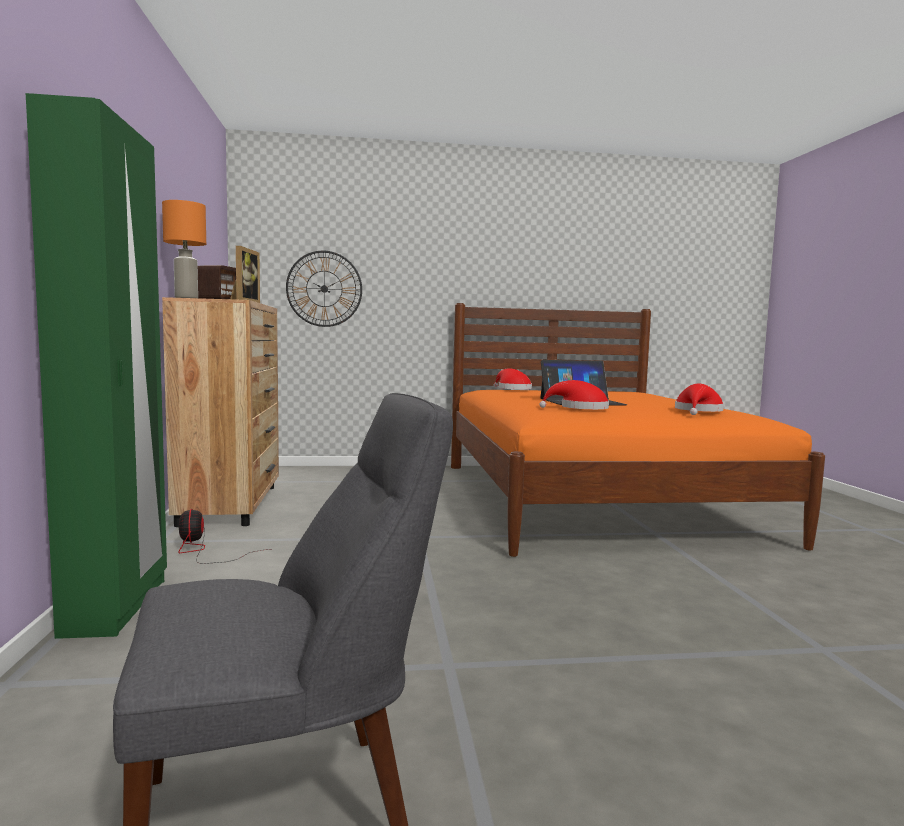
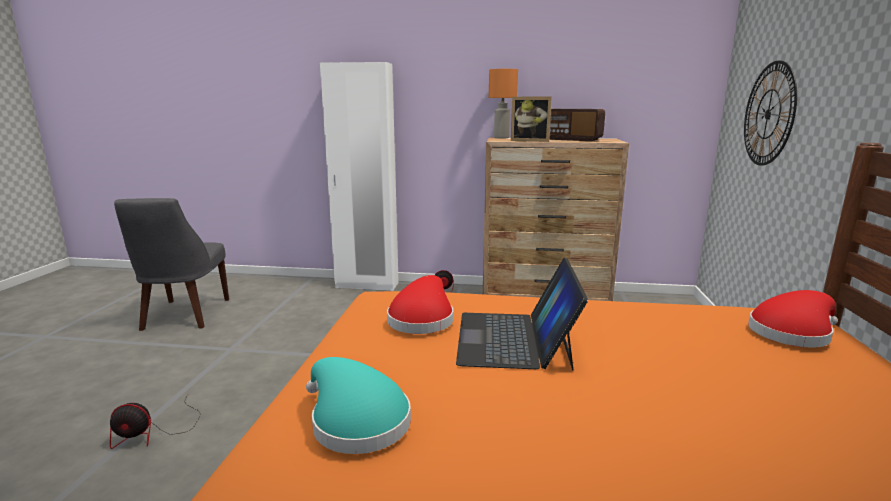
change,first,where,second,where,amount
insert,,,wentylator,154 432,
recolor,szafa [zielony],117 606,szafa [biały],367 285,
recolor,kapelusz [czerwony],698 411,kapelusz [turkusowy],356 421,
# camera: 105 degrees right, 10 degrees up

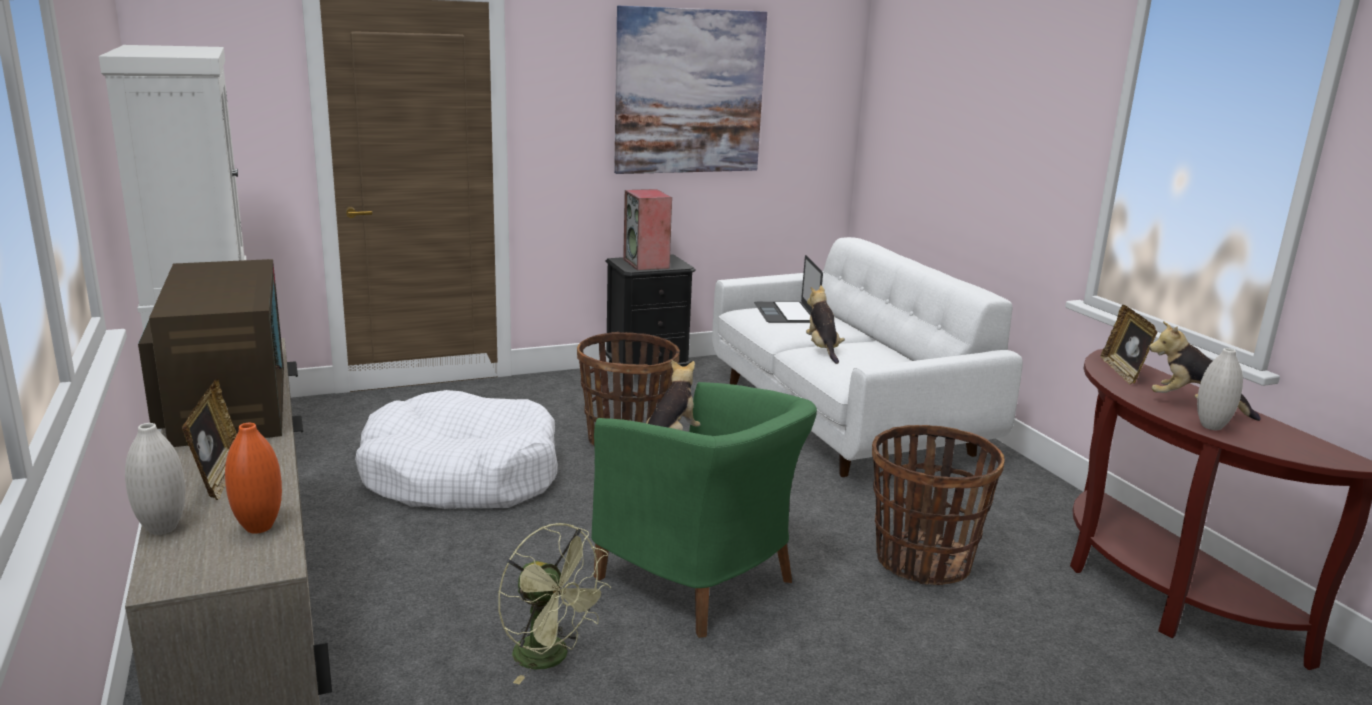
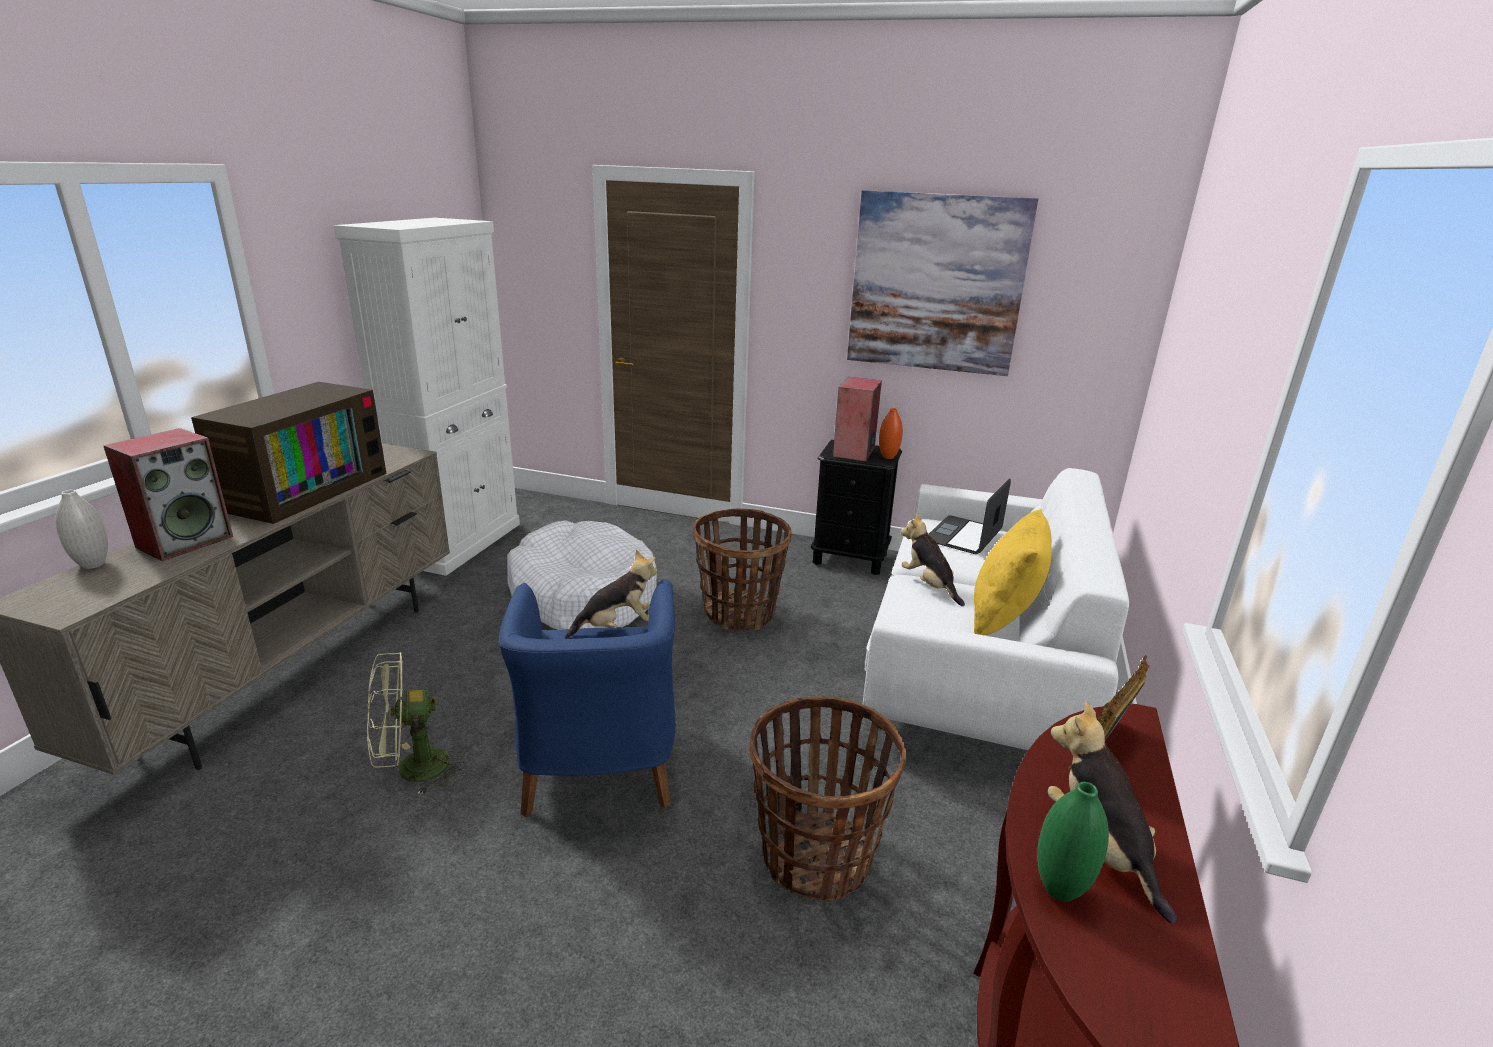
change,first,where,second,where,amount
insert,,,poduszka [żółty],1003 616,
move,wazon [pomarańczowy],259 527,,888 457,
replace,ramka na zdjęcie,218 478,głośnik,185 541,
recolor,fotel [zielony],701 582,fotel [niebieski],598 766,
recolor,wazon [biały],1211 427,wazon [zielony],1059 889,
rotate,wentylator [zielony],551 658,,412 770,75 degrees clockwise
rotate,pluszak,822 349,,929 585,60 degrees counterclockwise
# camera: 40 degrees right, 5 degrees up

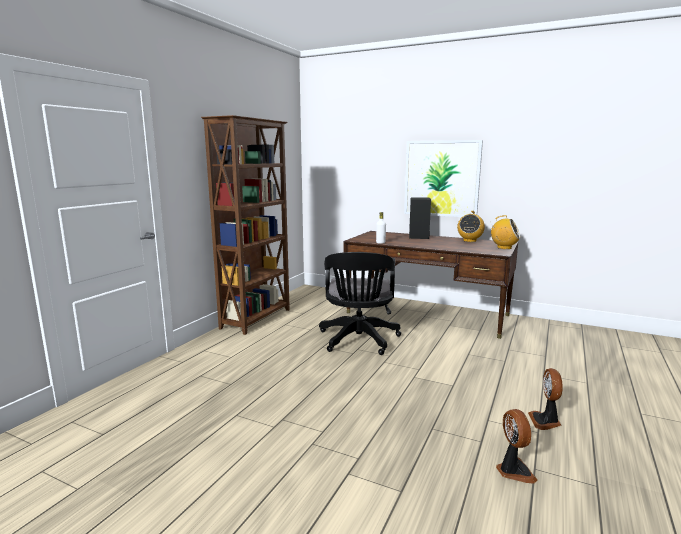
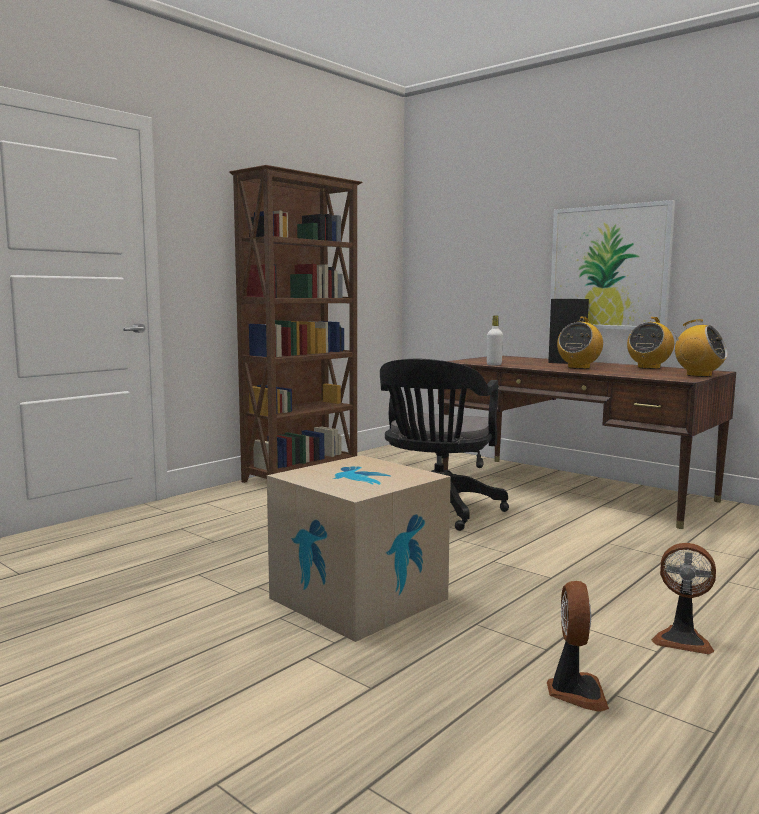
change,first,where,second,where,amount
insert,,,karton,358 598,
insert,,,radio,578 367,
rotate,wentylator,545 421,,682 639,90 degrees counterclockwise
# camera: 15 degrees right, 5 degrees down

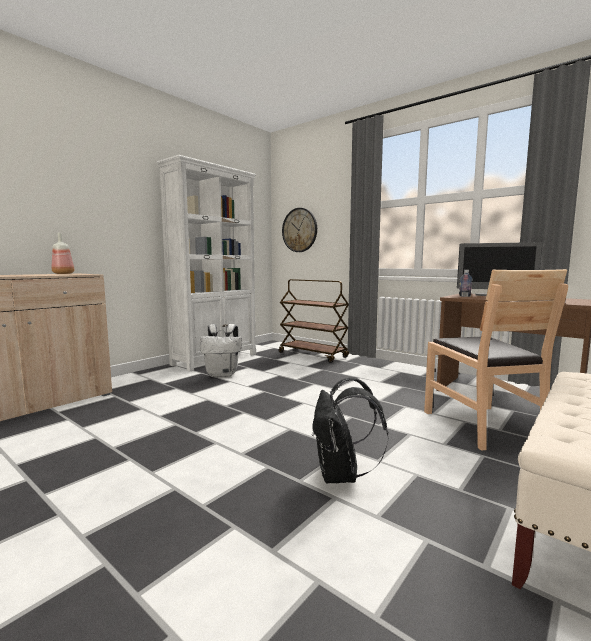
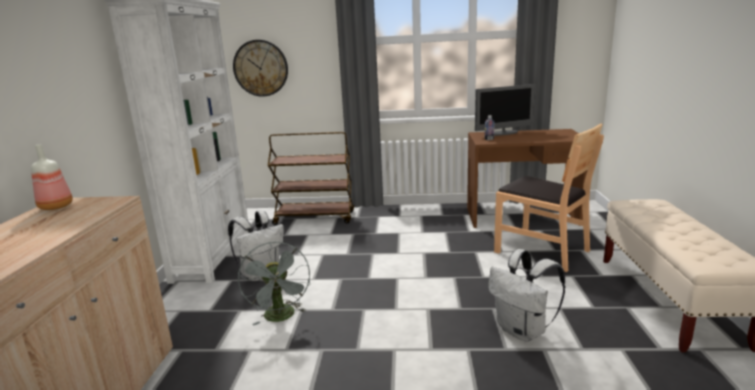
change,first,where,second,where,amount
insert,,,wentylator [szary],281 317,
recolor,plecak [czarny],341 475,plecak [biały],523 331,
# camera: 35 degrees left, 10 degrees up

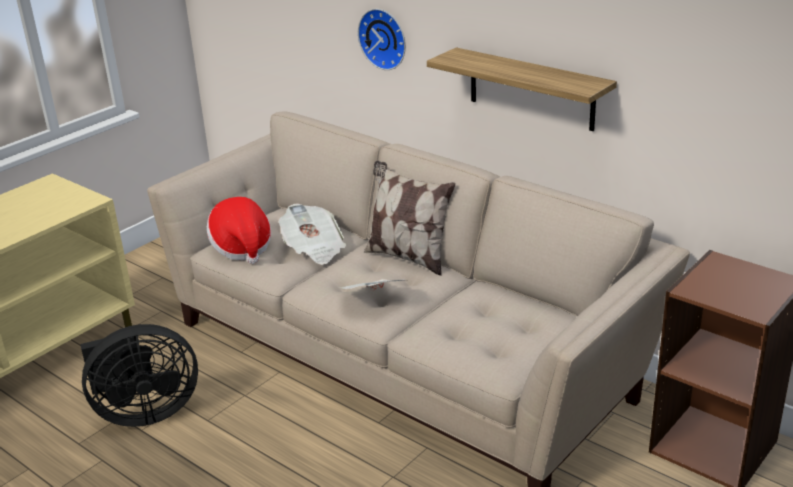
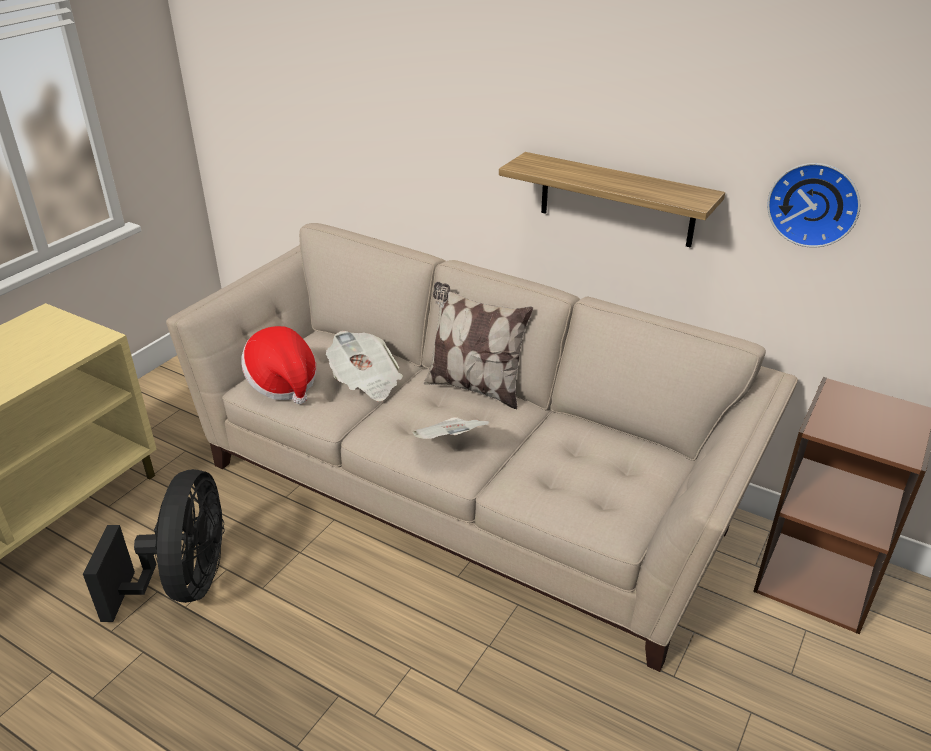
change,first,where,second,where,amount
move,zegar ścienny,384 38,,814 203,
rotate,wentylator [czarny],144 412,,185 583,60 degrees counterclockwise
# camera: 10 degrees left, 5 degrees up

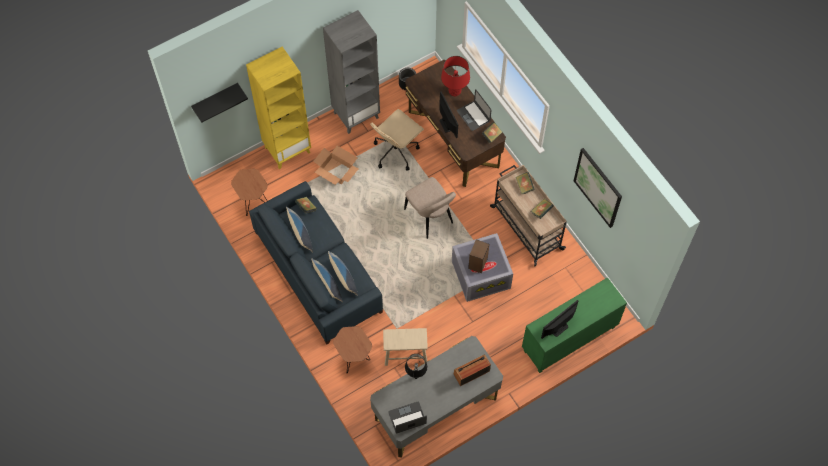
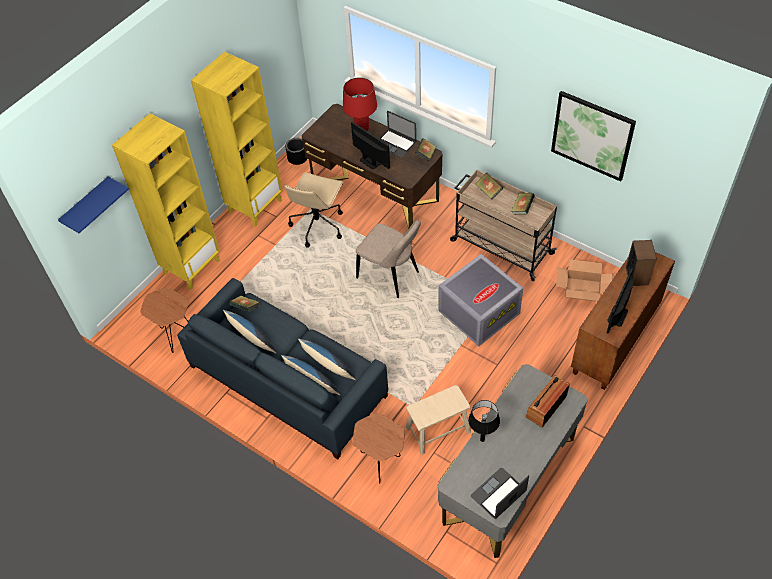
change,first,where,second,where,amount
move,karton,336 171,,582 289,
move,głośnik,478 263,,637 276,
recolor,półka [czarny],215 99,półka [niebieski],87 206,
recolor,regał [szary],356 115,regał [żółty],255 206,
recolor,szafka [zielony],569 340,szafka [brązowy],615 341,
# camera: 20 degrees left, 10 degrees down

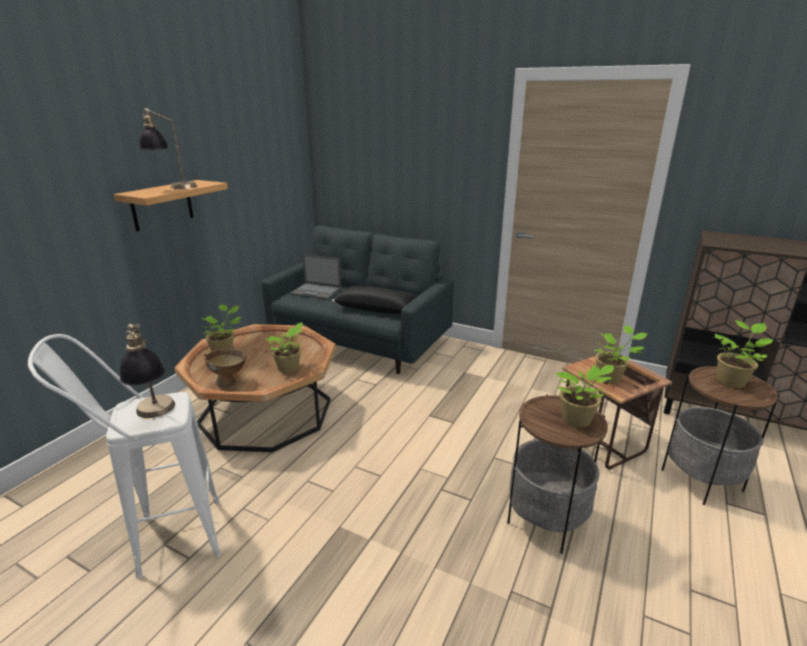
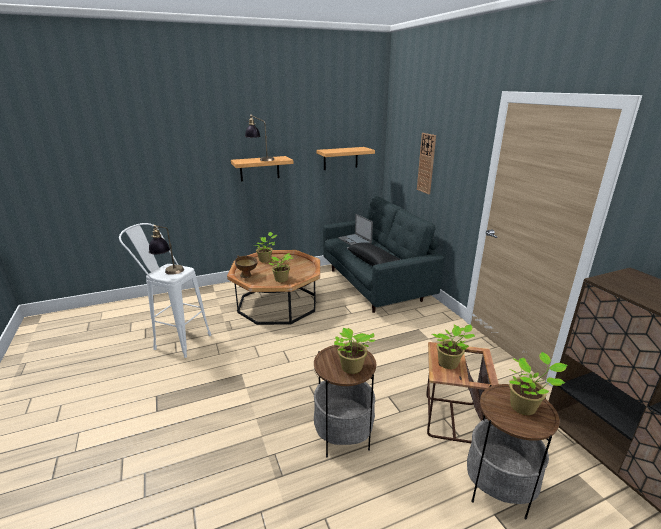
change,first,where,second,where,amount
insert,,,półka,340 158,
insert,,,zegar ścienny,426 163,
# camera: 40 degrees right, 0 degrees up

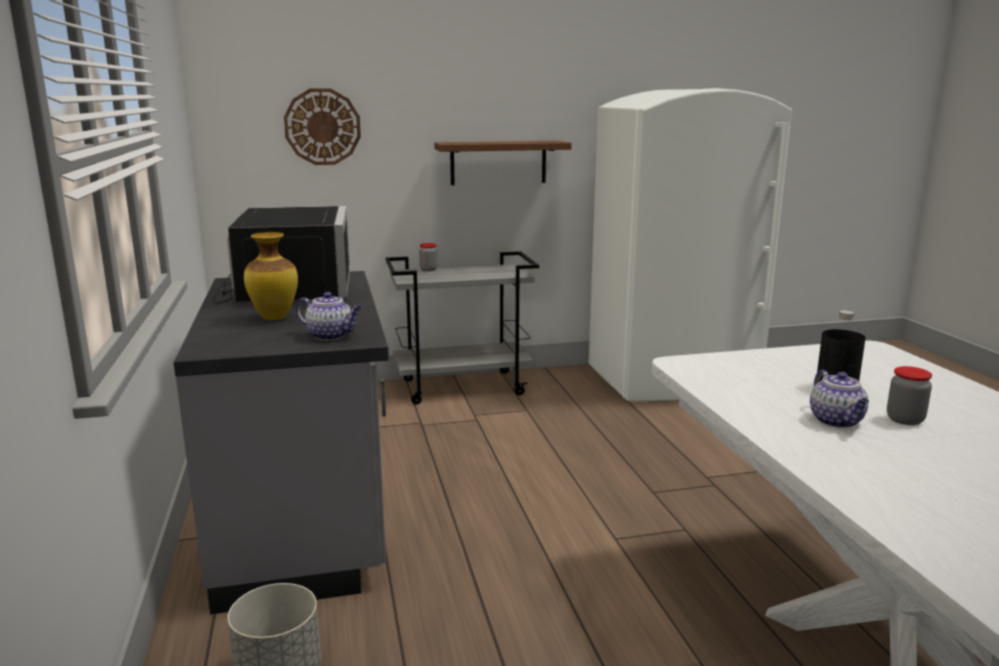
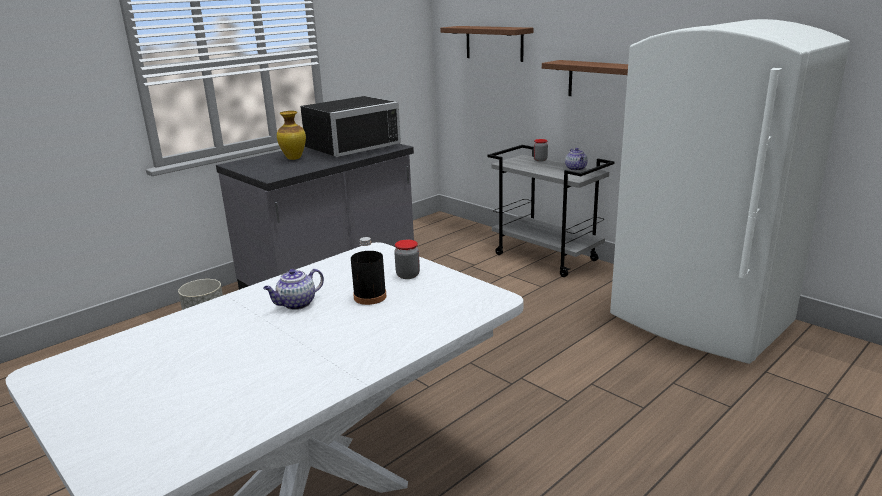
change,first,where,second,where,amount
move,imbryk,331 336,,576 169,
move,słoik,905 420,,408 275,
replace,zegar ścienny,322 127,półka [brązowy],494 43,
# camera: 60 degrees right, 5 degrees up

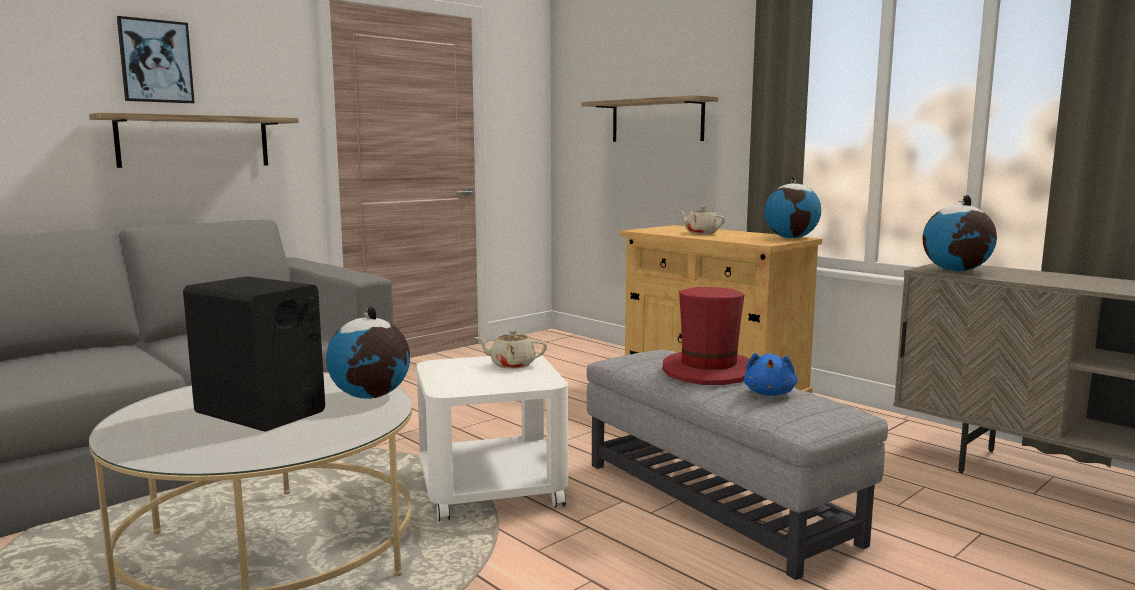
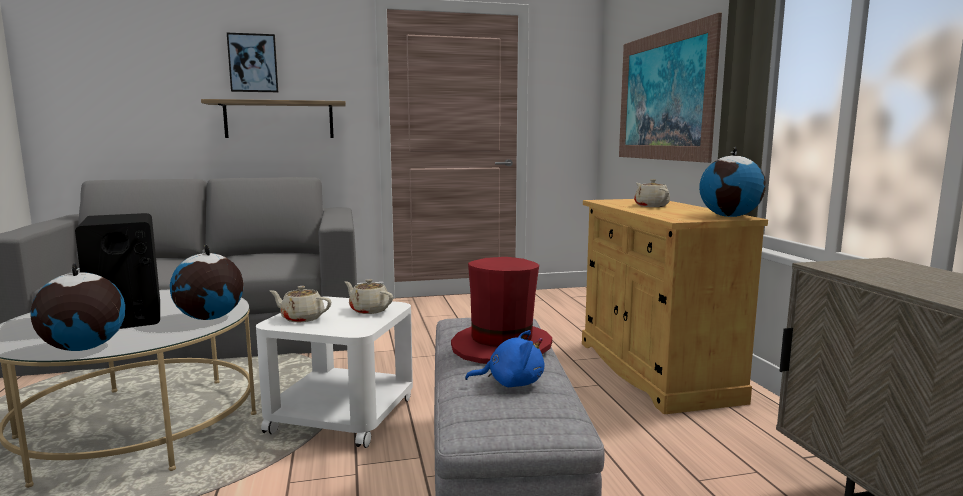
change,first,where,second,where,amount
insert,,,imbryk [beżowy],302 318,
move,globus,956 271,,83 348,
replace,półka,657 120,obraz,663 96,
rotate,pluszak [niebieski],769 393,,511 383,135 degrees counterclockwise
# camera: 30 degrees right, 0 degrees up

